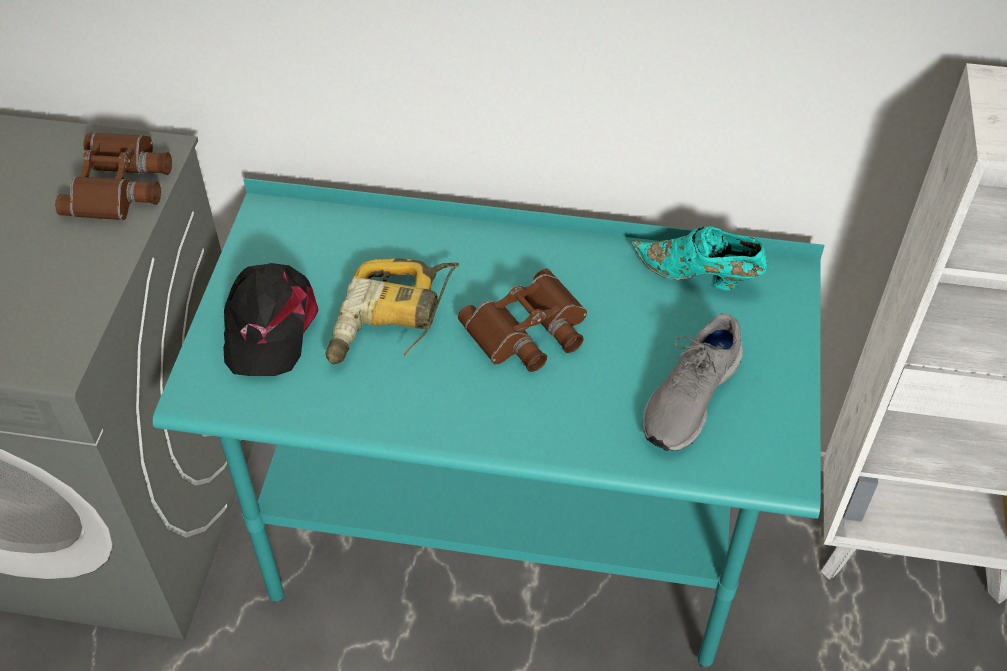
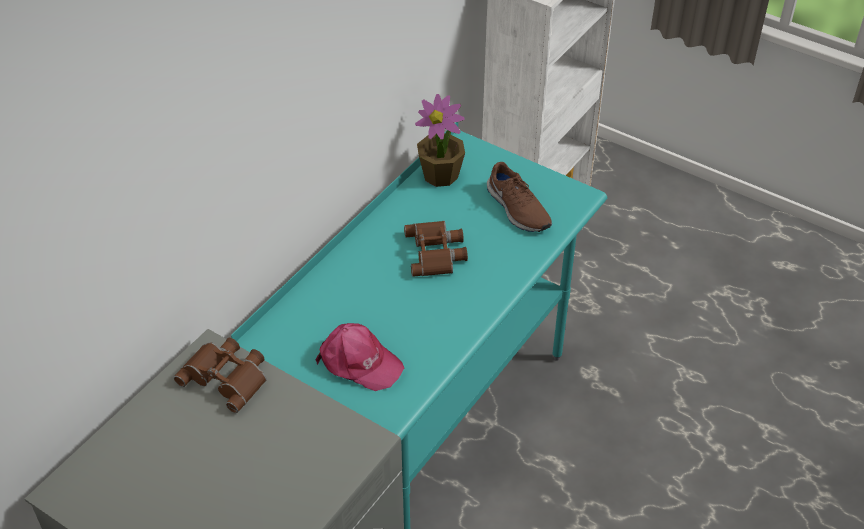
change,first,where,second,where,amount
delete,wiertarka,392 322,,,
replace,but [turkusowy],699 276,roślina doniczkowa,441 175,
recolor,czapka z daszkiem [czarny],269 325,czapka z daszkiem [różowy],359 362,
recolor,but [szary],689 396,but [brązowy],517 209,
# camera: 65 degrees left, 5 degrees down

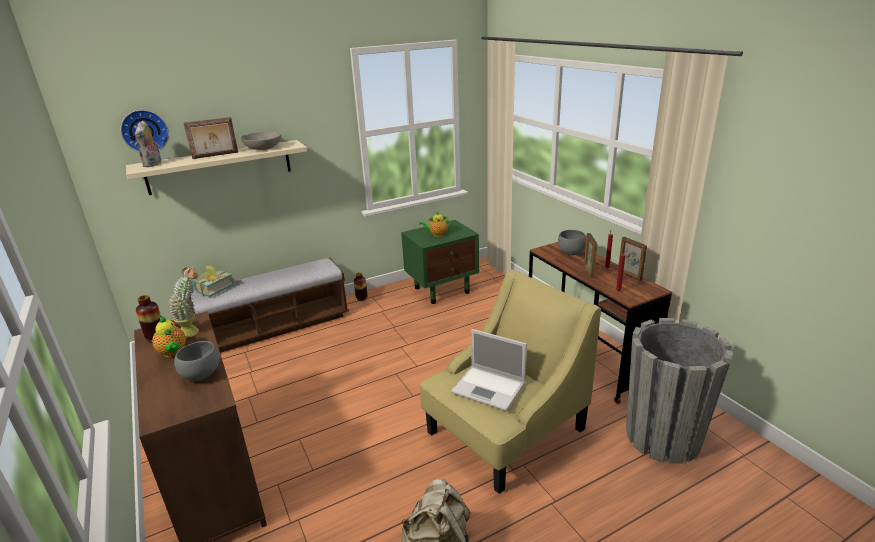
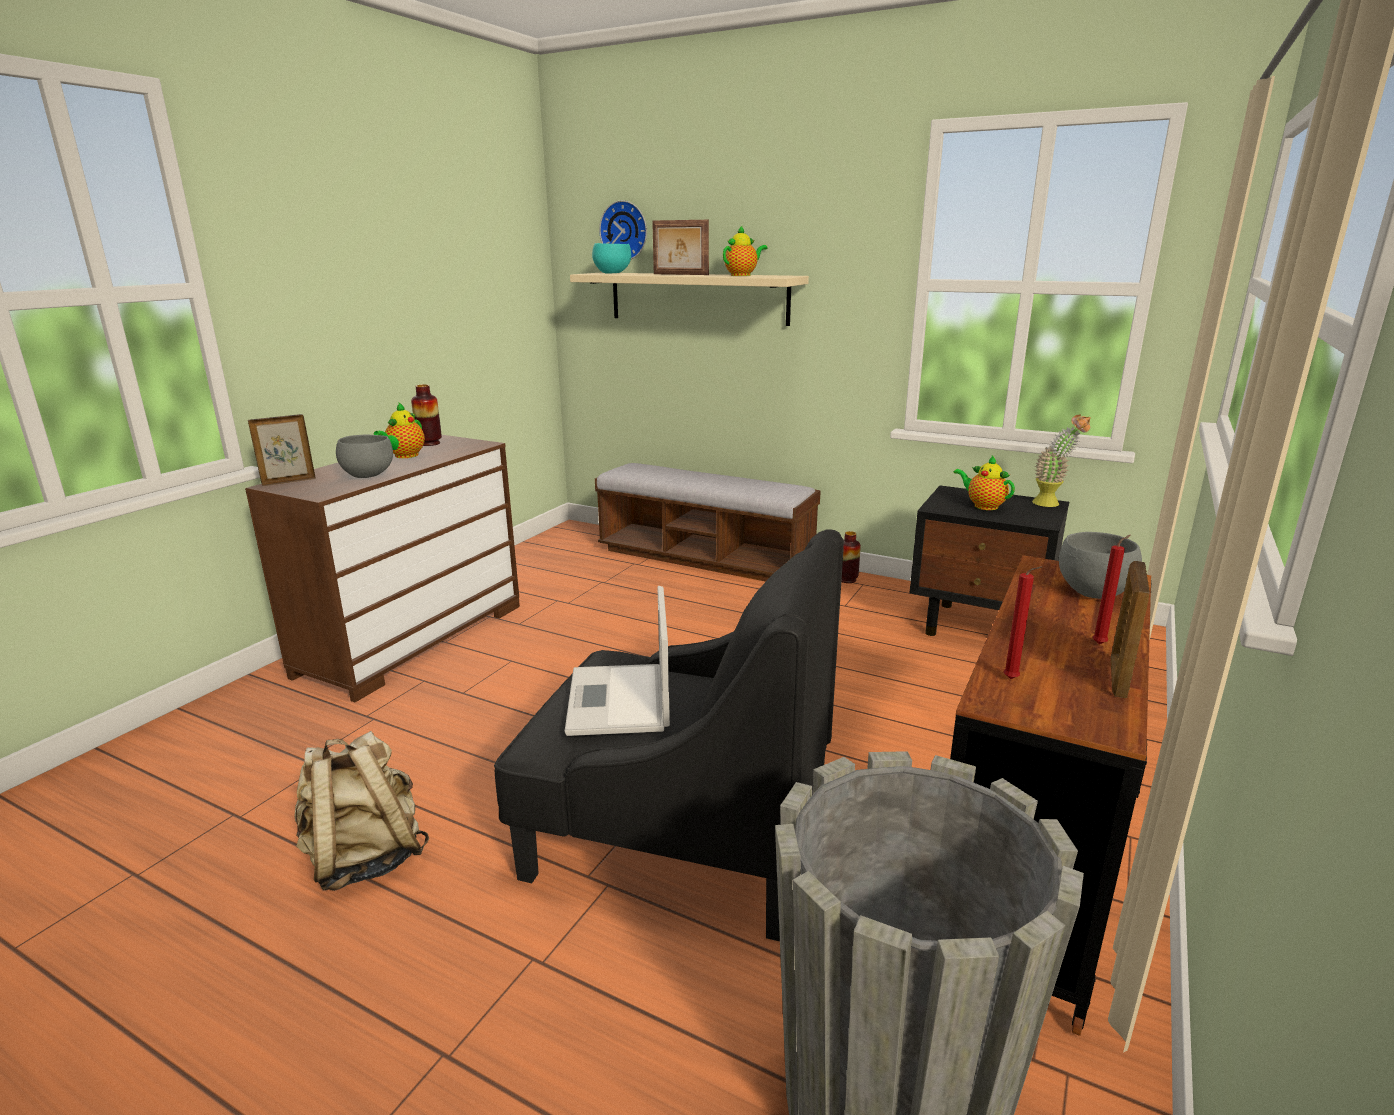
change,first,where,second,where,amount
delete,książka,213 289,,,
move,roślina doniczkowa,194 331,,1052 504,
move,ramka na zdjęcie,588 272,,288 481,
replace,pluszak,153 164,miska [turkusowy],612 273,
replace,miska [szary],263 148,imbryk,742 275,
recolor,szafka nocna [zielony],442 290,szafka nocna [czarny],980 627,
recolor,fotel [żółty],505 431,fotel [czarny],679 832,
# camera: 55 degrees right, 5 degrees down

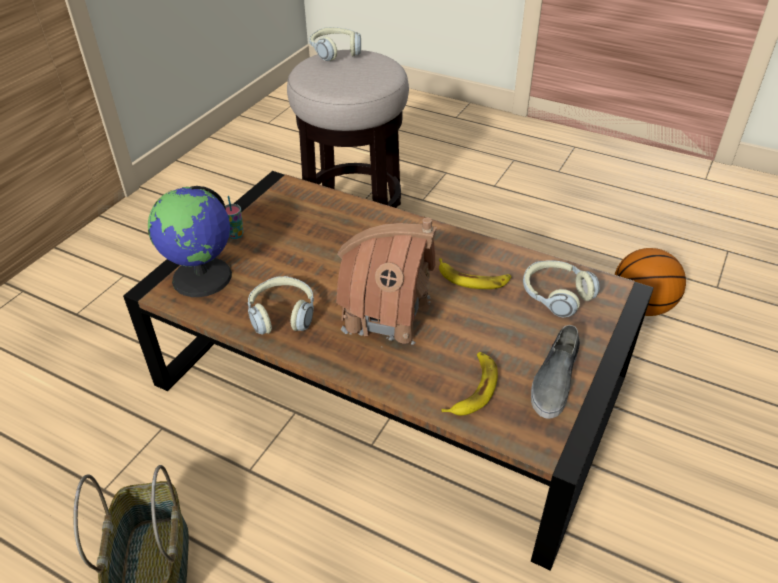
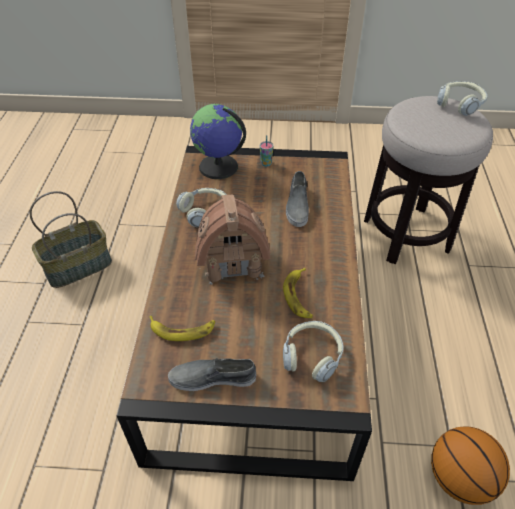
change,first,where,second,where,amount
insert,,,but [szary],297 206,
# camera: 65 degrees right, 5 degrees up

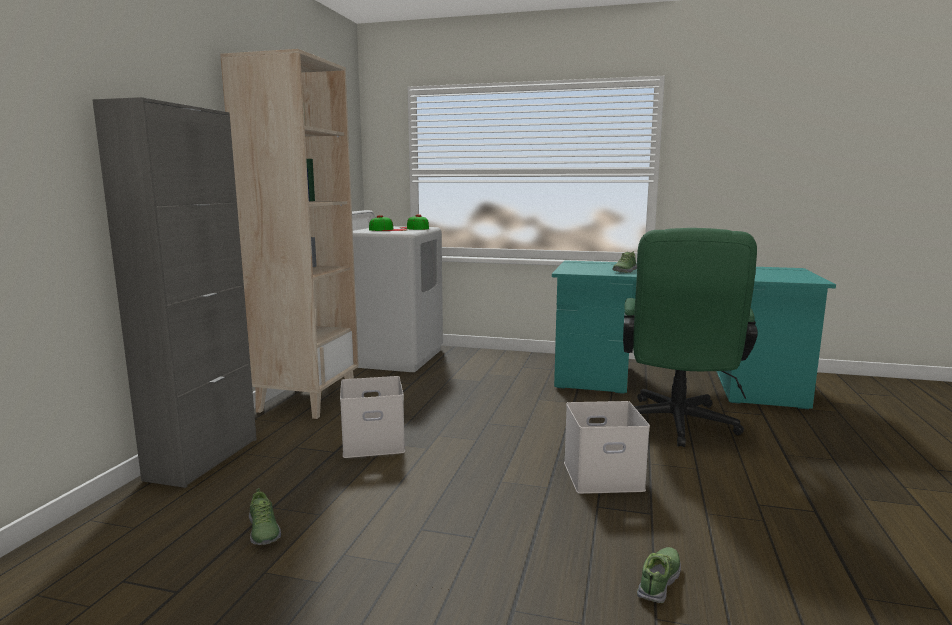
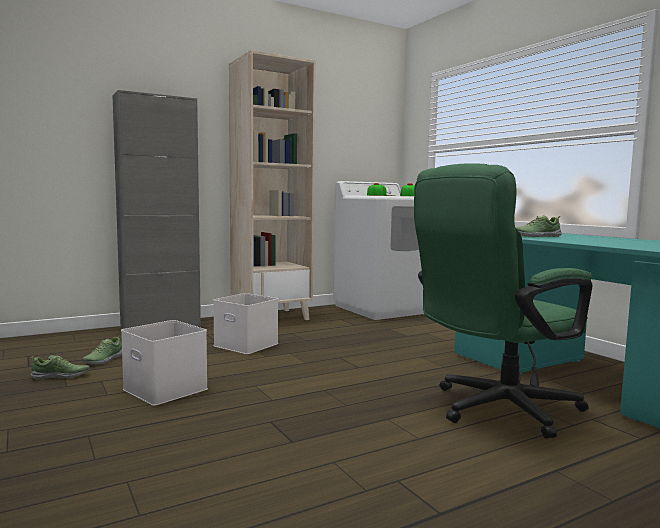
change,first,where,second,where,amount
move,pojemnik do przechowywania [biały],604 475,,167 389,
move,but,659 581,,61 376,
# camera: 45 degrees right, 5 degrees down

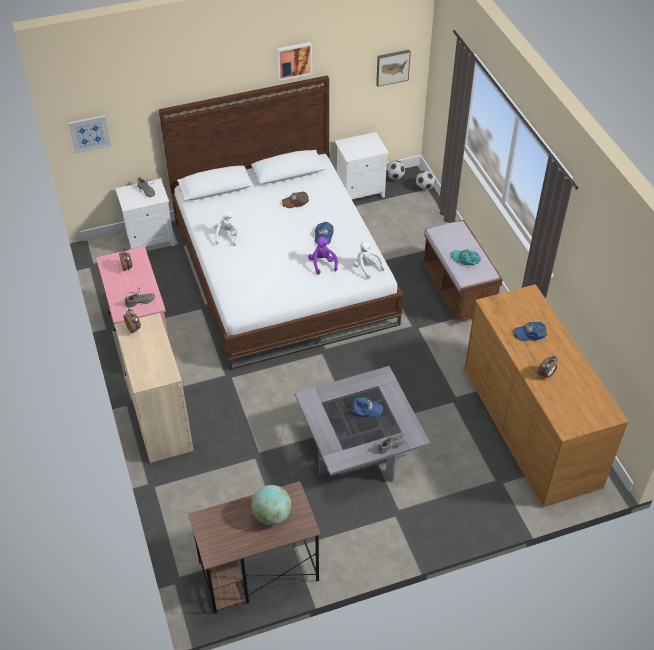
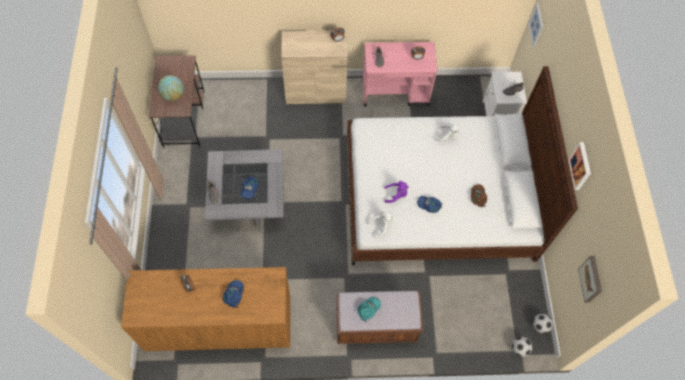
change,first,where,second,where,amount
delete,szafka nocna [biały],360 191,,,
# camera: 105 degrees right, 15 degrees up

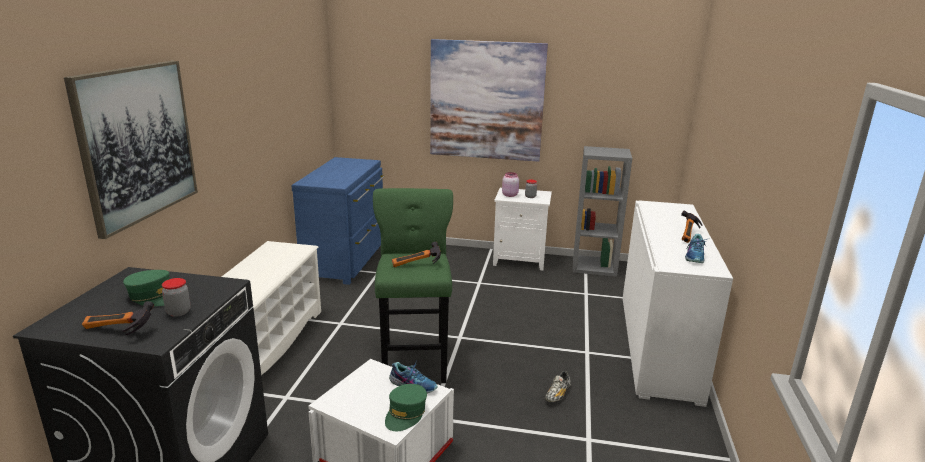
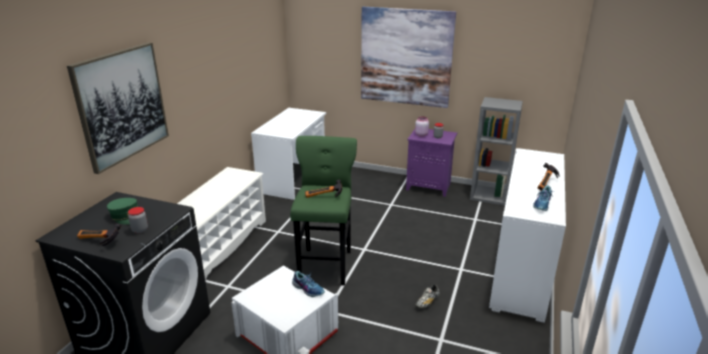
change,first,where,second,where,amount
delete,czapka z daszkiem [zielony],405 414,,,
replace,komoda [niebieski],347 260,biurko [biały],293 179,
recolor,szafka nocna [biały],520 260,szafka nocna [fioletowy],429 186,
# camera: 10 degrees right, 5 degrees up

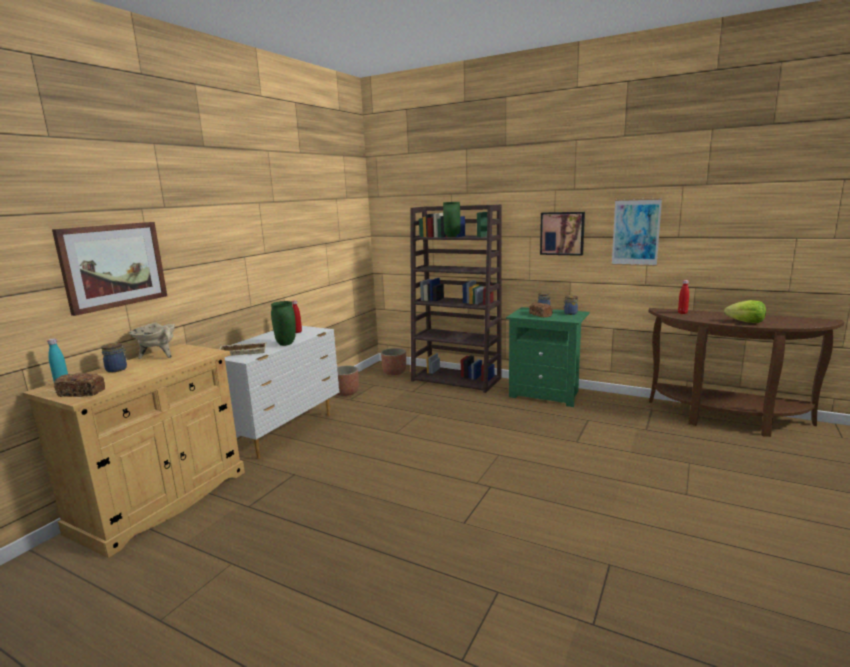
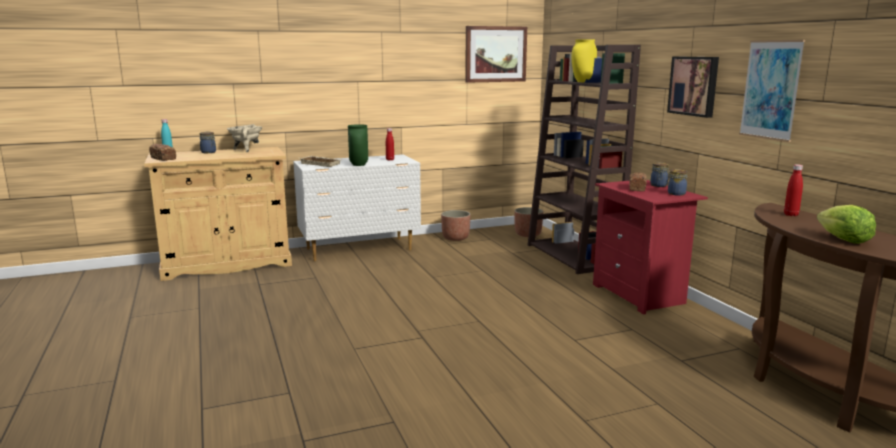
change,first,where,second,where,amount
move,obraz,113 265,,495 54,
recolor,wazon [zielony],451 237,wazon [żółty],582 82,
recolor,szafka nocna [zielony],547 394,szafka nocna [czerwony],640 295,
# camera: 40 degrees right, 0 degrees up

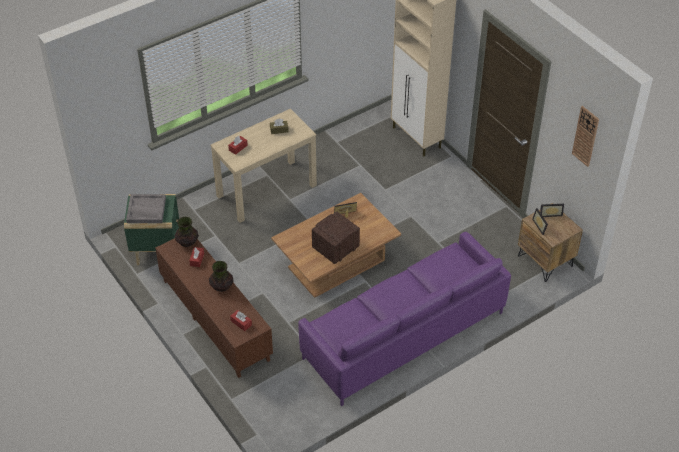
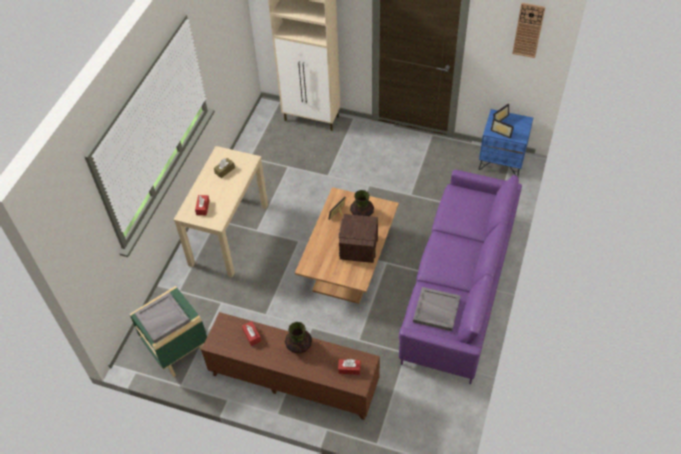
change,first,where,second,where,amount
insert,,,taca [szary],436 310,
move,wazon,187 242,,362 215,
recolor,szafka nocna [brązowy],545 261,szafka nocna [niebieski],501 161,
# camera: 35 degrees left, 5 degrees up

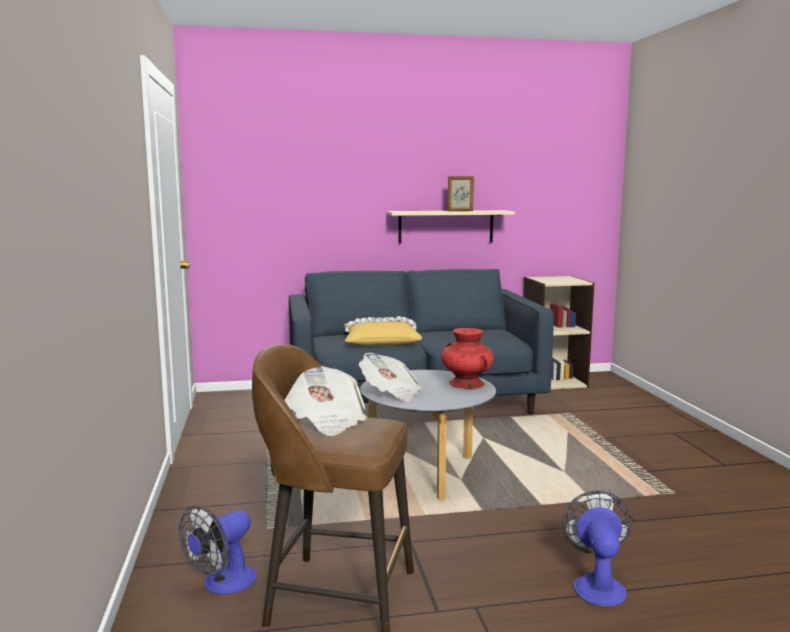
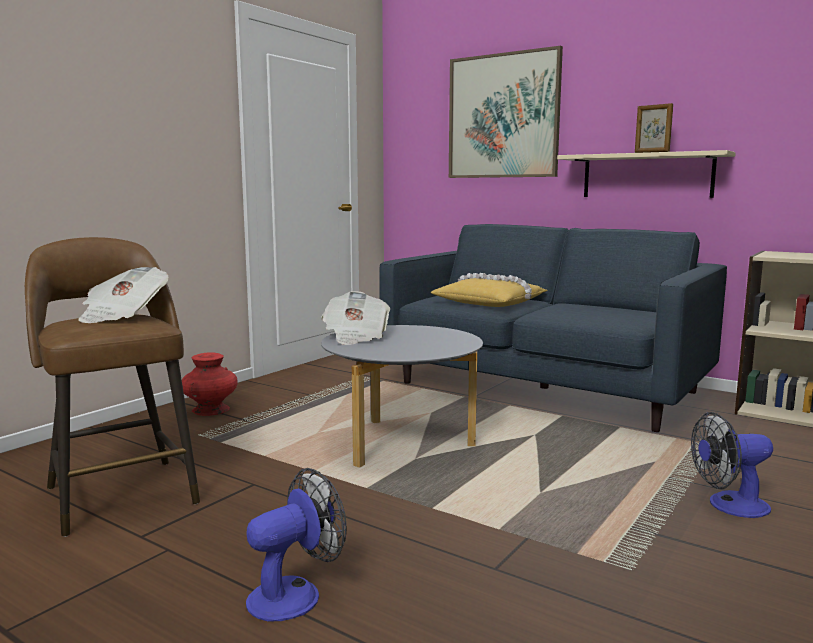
change,first,where,second,where,amount
insert,,,obraz,503 116,
move,wentylator,222 584,,729 506,
move,wazon [czerwony],466 383,,211 409,
# camera: 45 degrees right, 0 degrees up

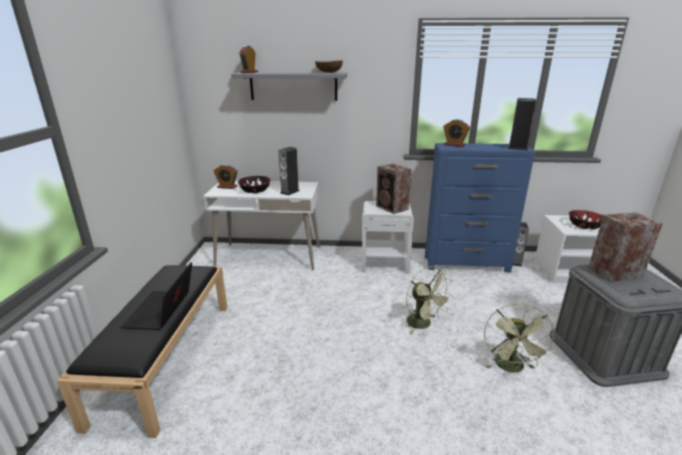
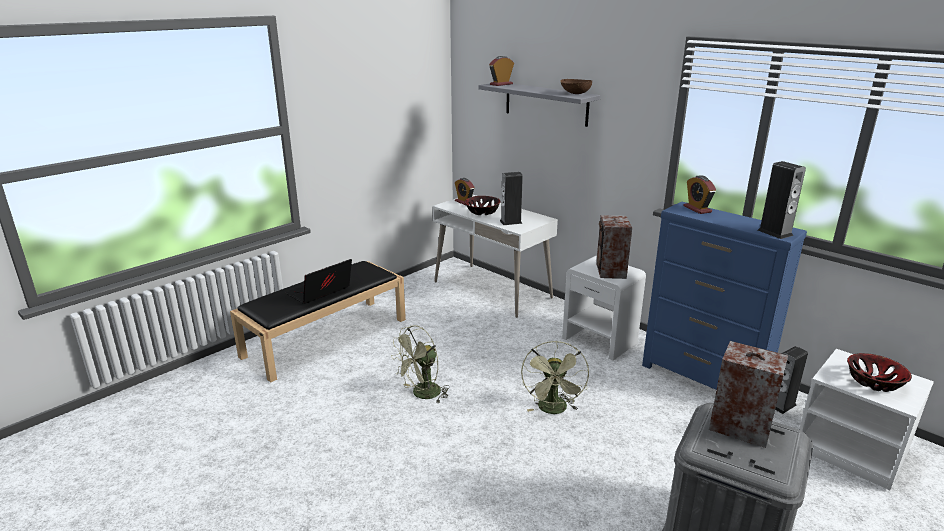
change,first,where,second,where,amount
move,wentylator [zielony],511 368,,422 394,
# camera: 40 degrees right, 0 degrees up

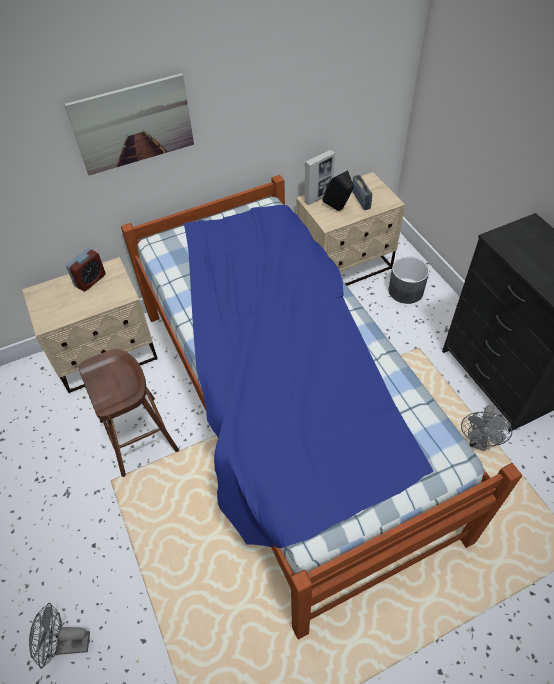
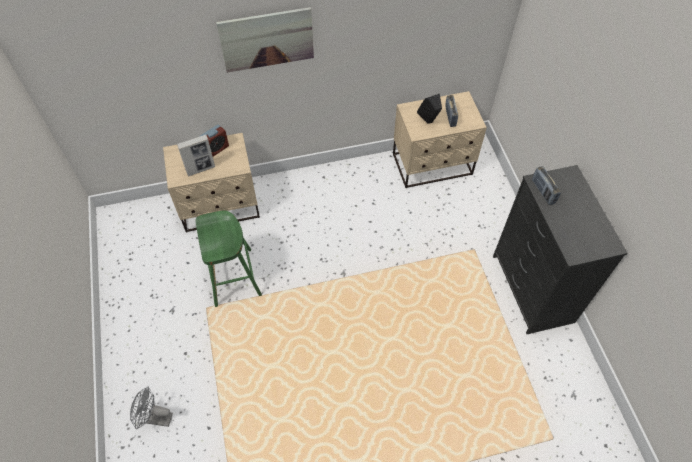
change,first,where,second,where,amount
delete,łóżko,286 414,,,
delete,donica [szary],405 291,,,
delete,wentylator [szary],478 442,,,
insert,,,radio,543 191,
move,ramka na zdjęcie,318 197,,201 169,
recolor,stołek [brązowy],138 435,stołek [zielony],233 277,
# camera: 10 degrees right, 5 degrees up

